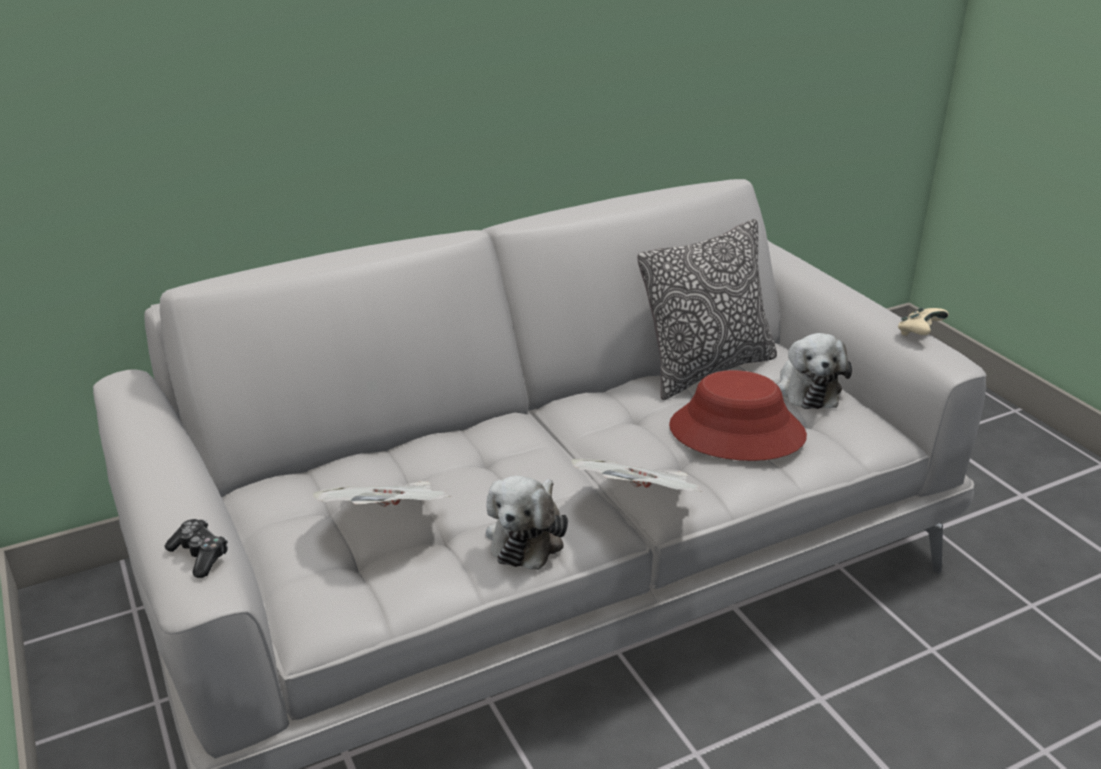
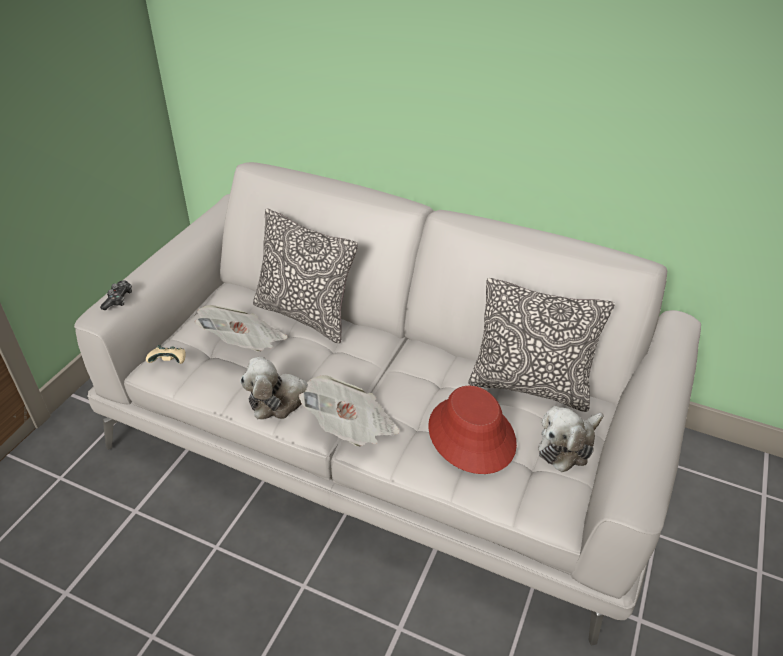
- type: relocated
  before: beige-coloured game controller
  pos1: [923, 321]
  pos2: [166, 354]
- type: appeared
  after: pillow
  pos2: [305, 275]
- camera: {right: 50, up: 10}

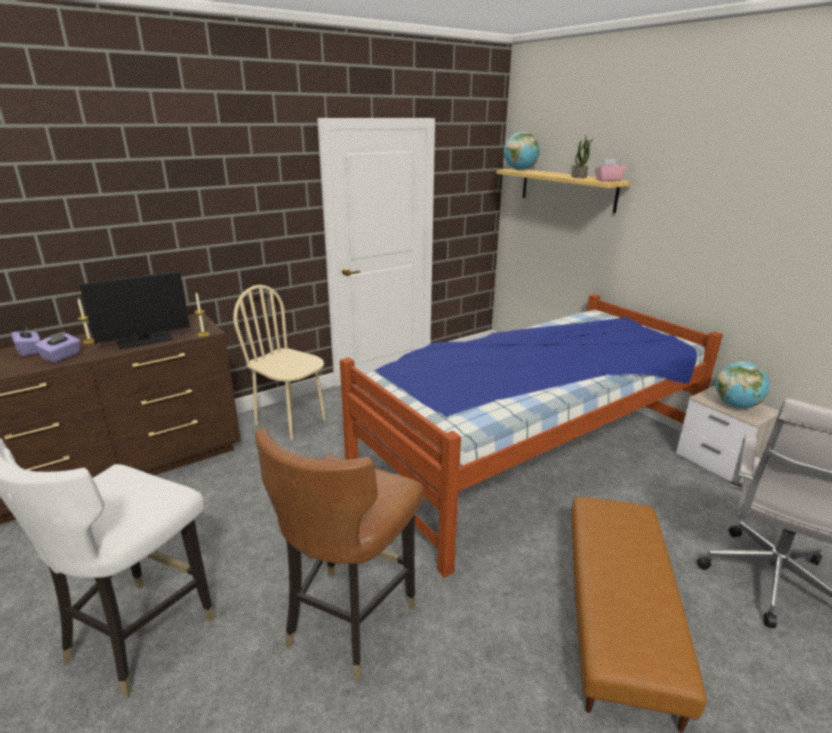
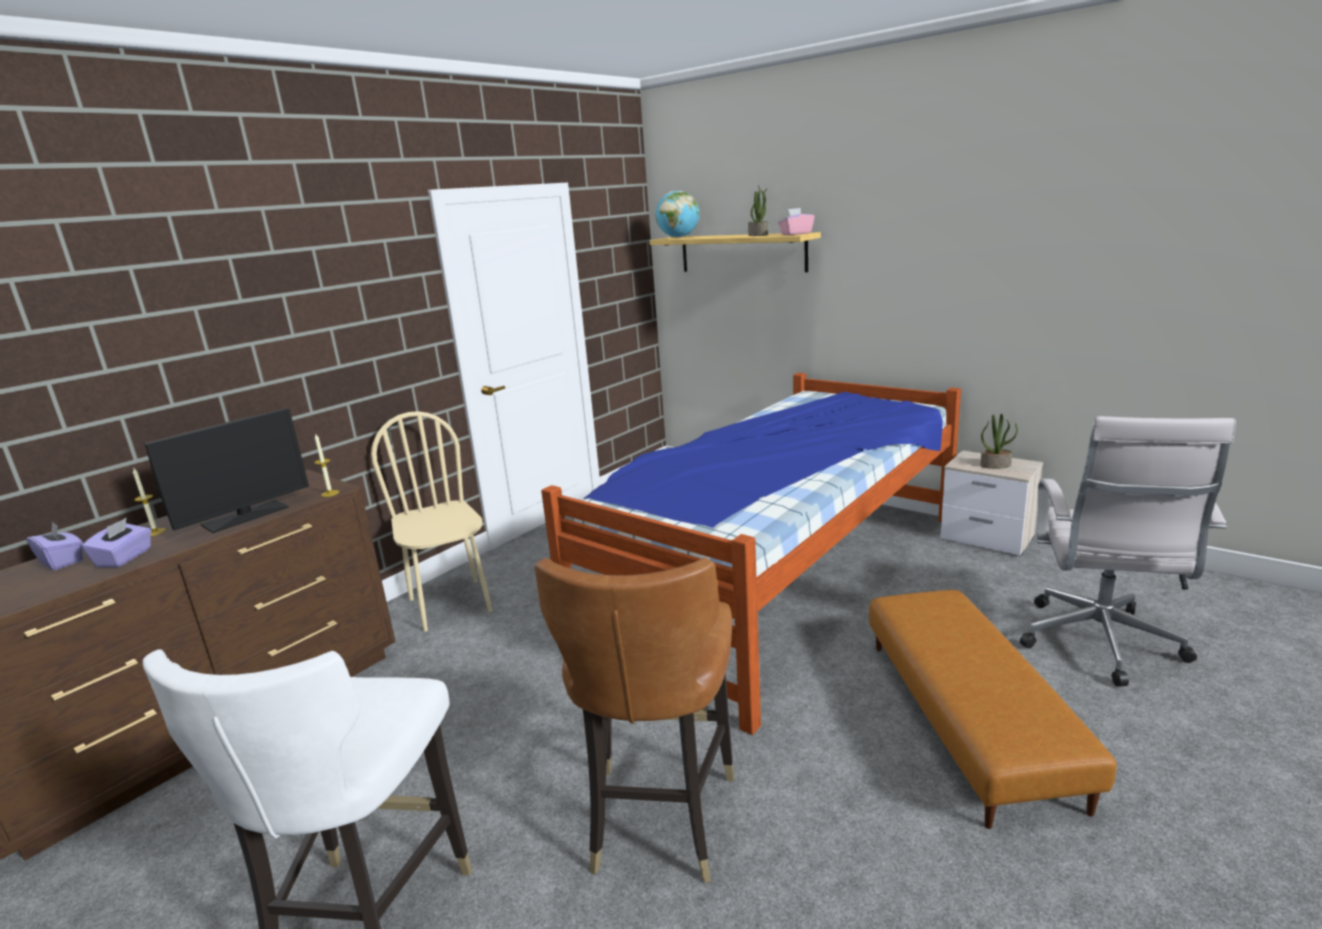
- type: spun
  before: beige-coloured plain chair
  pos1: [279, 362]
  pos2: [431, 521]
  turn: 45
- type: exchanged
  before: globe
  after: houseplant
  pos1: [743, 385]
  pos2: [999, 441]
- camera: {right: -15, up: -5}

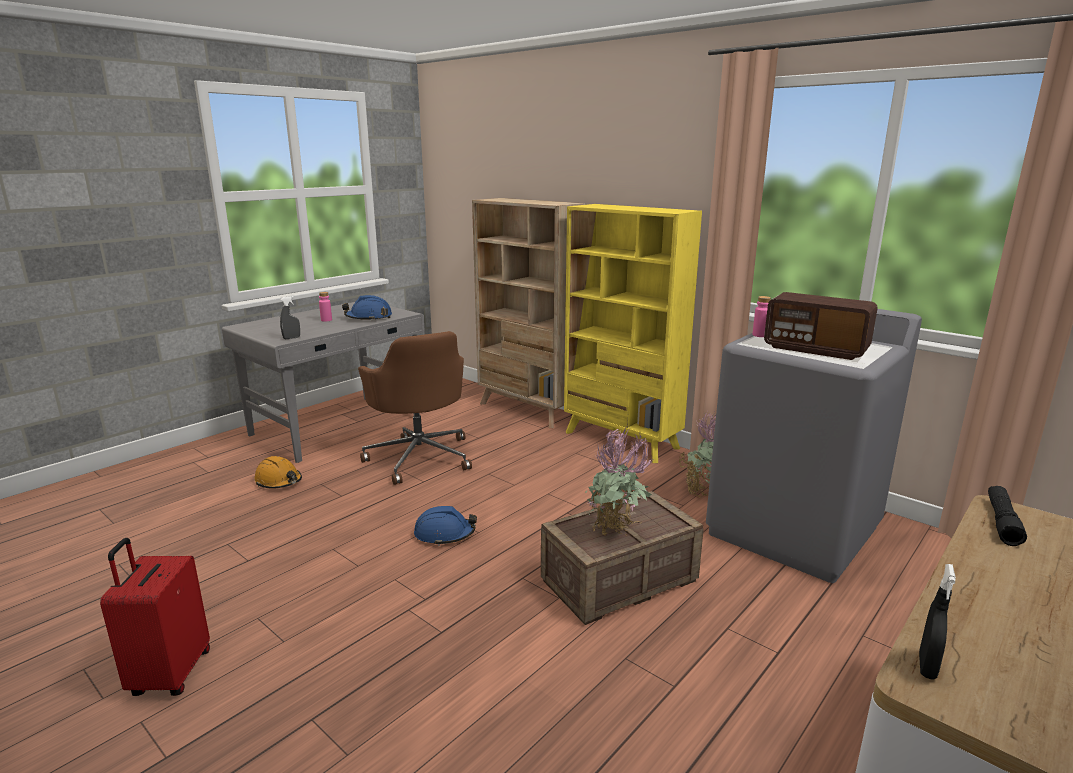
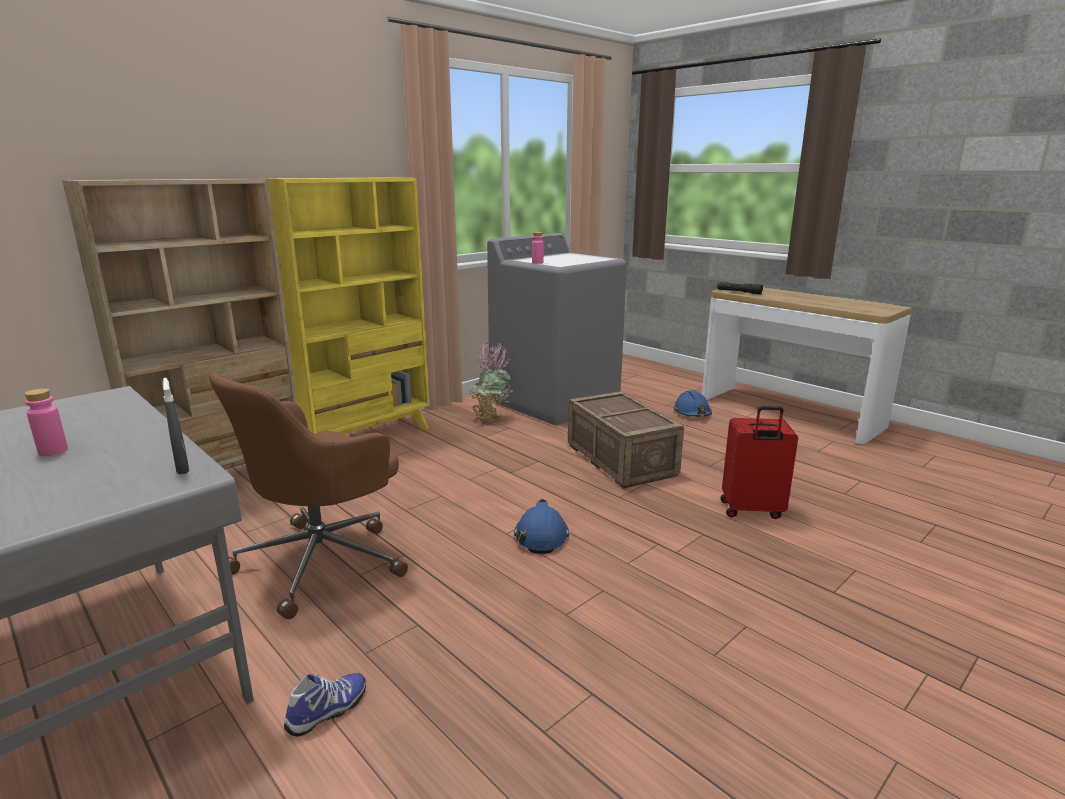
- type: missing
  before: radio set
  pos1: [821, 326]
- type: relocated
  before: blue-coloured safety helmet
  pos1: [367, 308]
  pos2: [693, 403]
- type: spun
  before: brown-coloured office chair
  pos1: [415, 408]
  pos2: [308, 495]
  turn: 150
- type: missing
  before: houseplant
  pos1: [619, 480]
- type: exchanged
  before: orange-coloured safety helmet
  after: shoe
  pos1: [278, 472]
  pos2: [325, 705]
- type: relocated
  before: red-coloured piece of luggage
  pos1: [155, 617]
  pos2: [759, 462]
- type: missing
  before: blackish sprayer
  pos1: [937, 622]
- camera: {right: -85, up: 0}

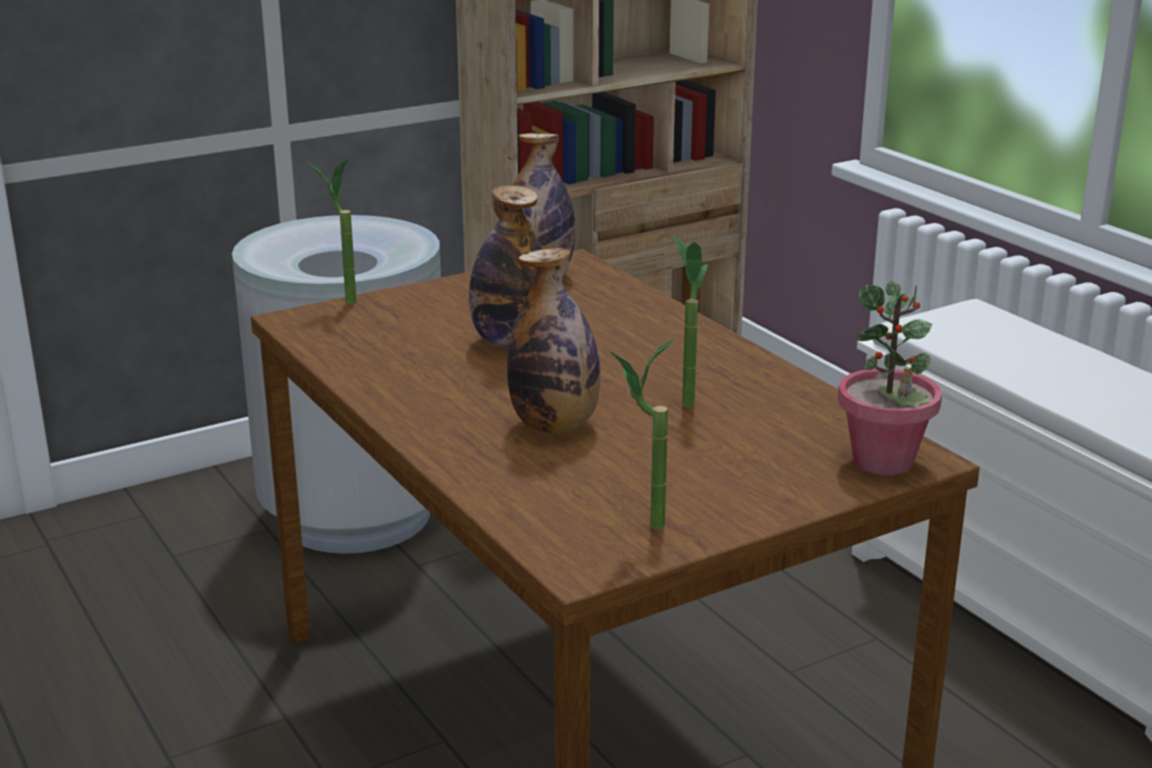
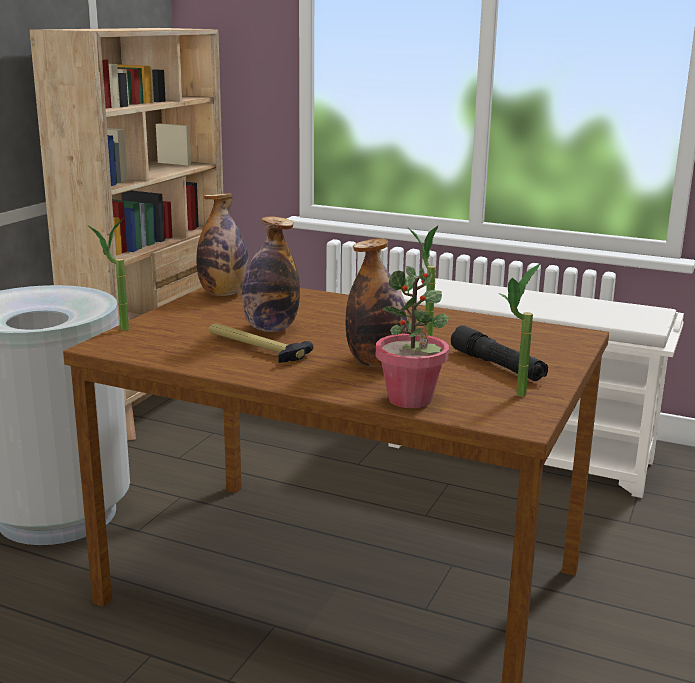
- type: relocated
  before: houseplant
  pos1: [890, 378]
  pos2: [412, 337]
- type: appeared
  after: hand hammer
  pos2: [261, 343]
- type: appeared
  after: blackish hand torch
  pos2: [499, 353]
- camera: {right: -35, up: -5}

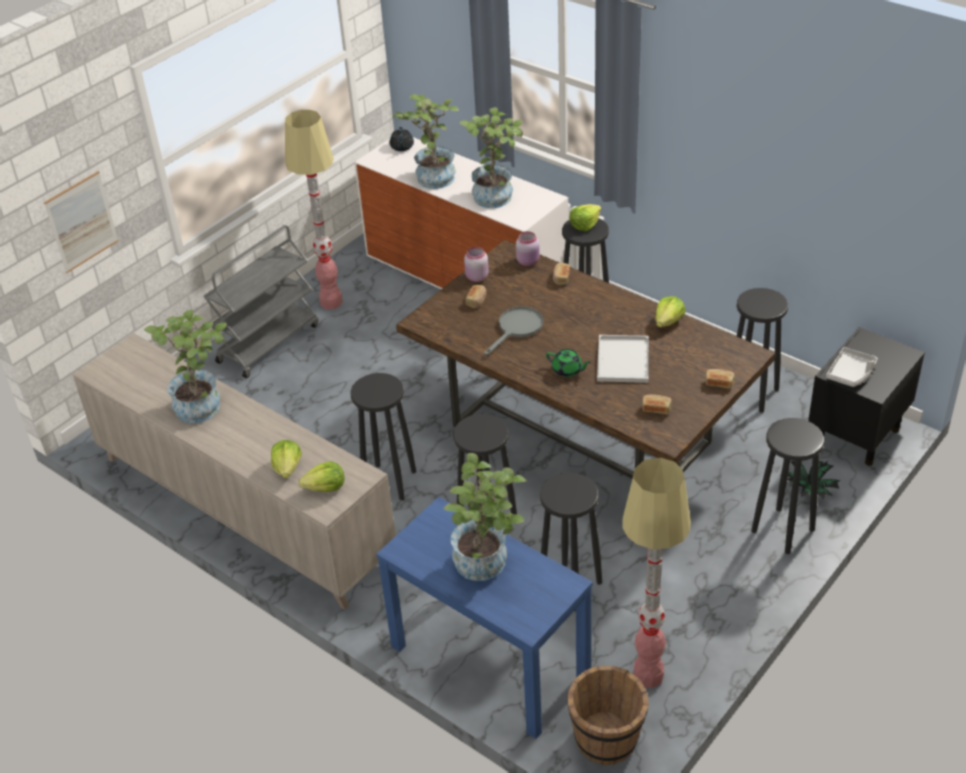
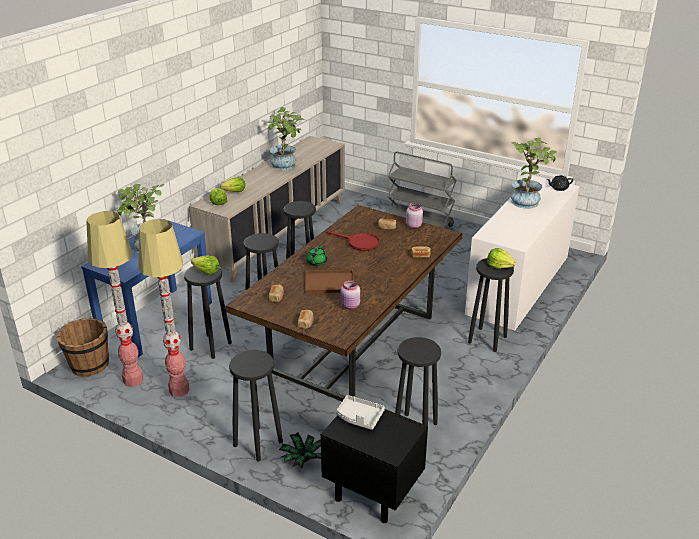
- type: missing
  before: houseplant
  pos1: [491, 157]
- type: relocated
  before: floor lamp
  pos1: [314, 210]
  pos2: [164, 308]
- type: missing
  before: wall picture
  pos1: [81, 222]
- type: relocated
  before: pink preserve jar
  pos1: [528, 248]
  pos2: [350, 294]
- type: relocated
  before: head of lettuce
  pos1: [670, 311]
  pos2: [205, 265]
- type: colour
  before: grey skillet
  after: red-coloured skillet
  pos1: [514, 331]
  pos2: [353, 241]
- type: colour
  before: whitish serving tray
  after: brown-coloured serving tray
  pos1: [623, 359]
  pos2: [329, 281]
- camera: {right: 80, up: -10}

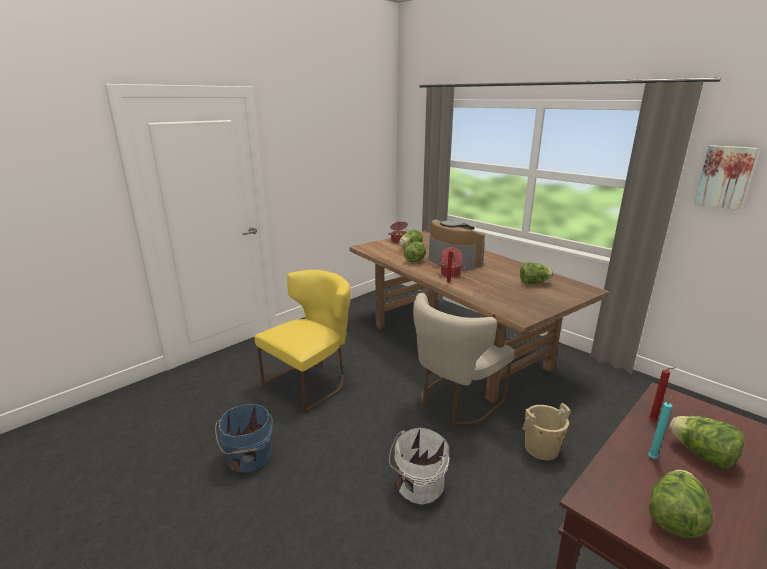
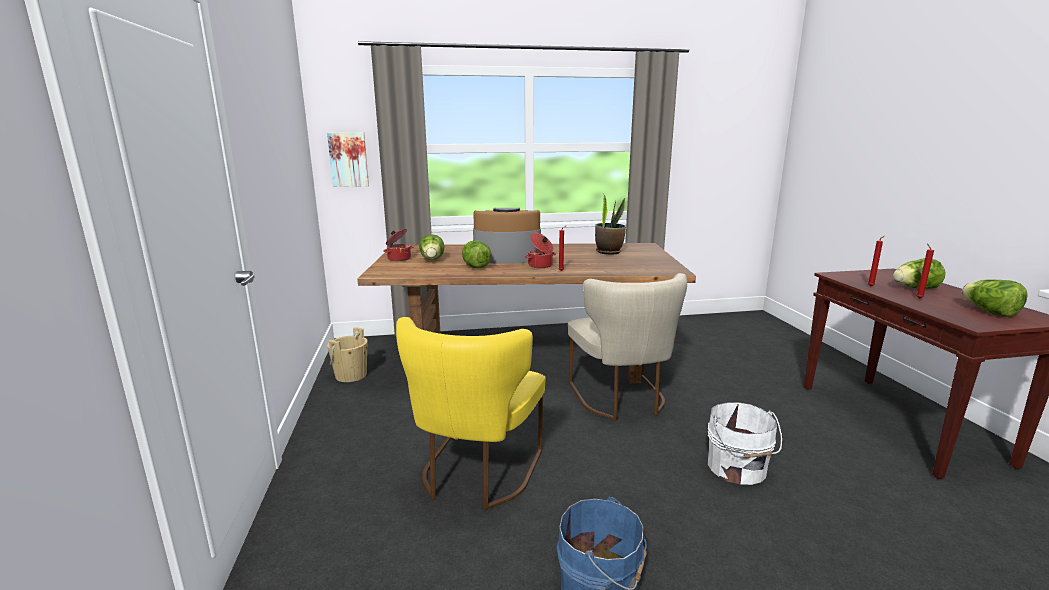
- type: relocated
  before: wall picture
  pos1: [726, 177]
  pos2: [348, 159]
- type: exchanged
  before: head of lettuce
  after: houseplant
  pos1: [536, 273]
  pos2: [610, 225]
- type: spun
  before: yellow plain chair
  pos1: [302, 341]
  pos2: [471, 413]
  turn: -150
- type: colour
  before: turquoise-coloured wax candle
  after: red-coloured wax candle
  pos1: [660, 427]
  pos2: [925, 271]
- type: relocated
  before: beige-coloured water bucket
  pos1: [546, 431]
  pos2: [347, 354]
- camera: {right: -55, up: -5}

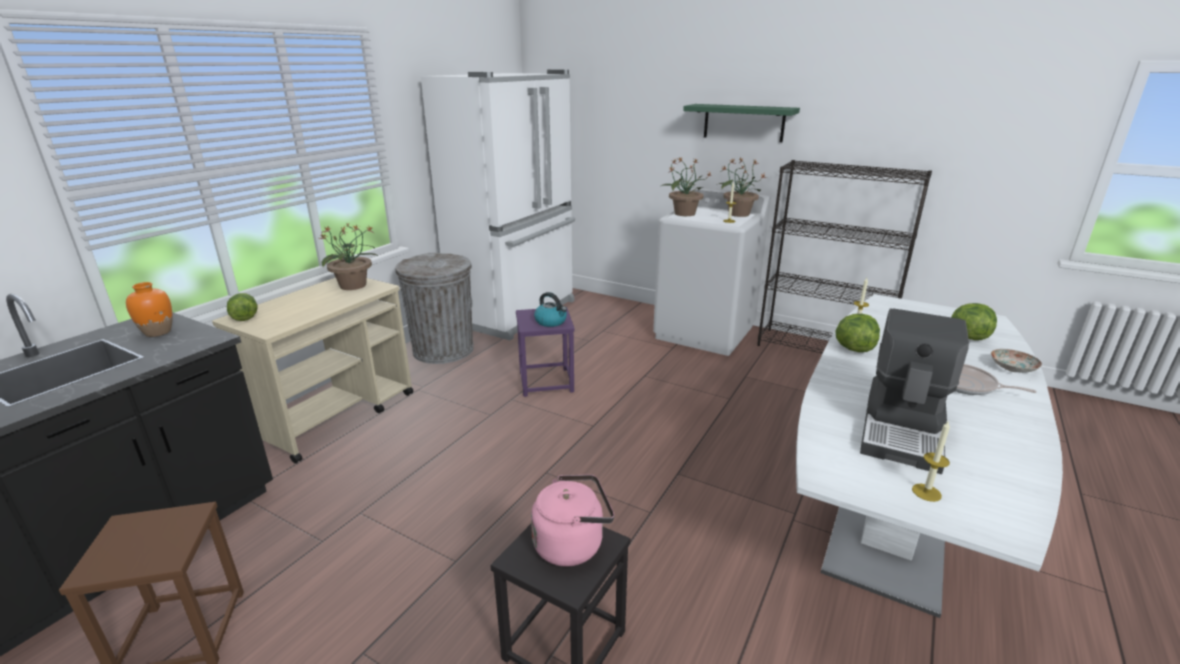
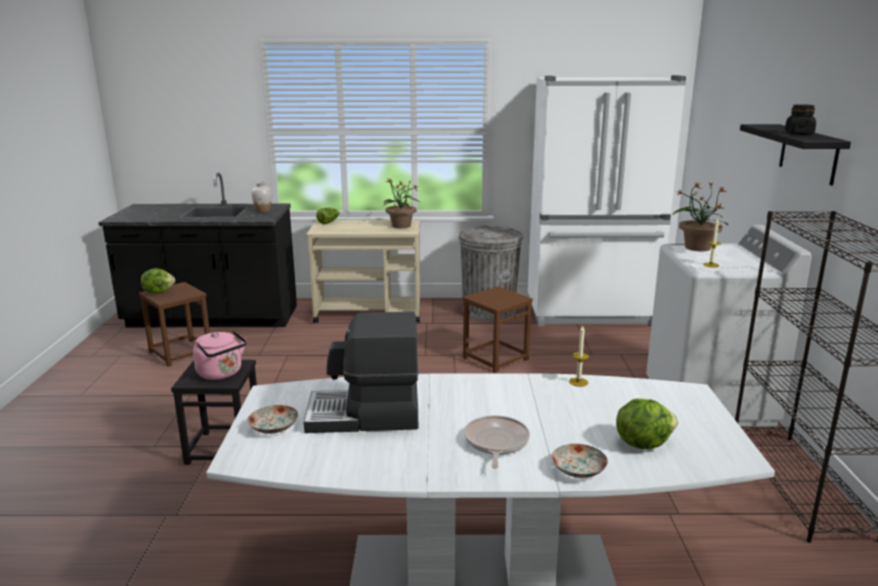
- type: colour
  before: greenish shelf
  after: blackish shelf
  pos1: [741, 123]
  pos2: [795, 155]
- type: missing
  before: houseplant
  pos1: [743, 187]
- type: colour
  before: orange-coloured decorative vase
  after: whitish decorative vase
  pos1: [149, 309]
  pos2: [261, 197]
- type: missing
  before: water kettle
  pos1: [550, 309]
- type: colour
  before: purplish stool seat
  after: brown-coloured stool seat
  pos1: [545, 352]
  pos2: [498, 329]
- type: relocated
  before: head of lettuce
  pos1: [857, 333]
  pos2: [158, 281]
- type: exchanged
  before: wax candle
  after: dinner plate
  pos1: [931, 461]
  pos2: [273, 419]
- type: appeared
  after: blackish preserve jar
  pos2: [800, 119]
- camera: {right: 60, up: -5}

